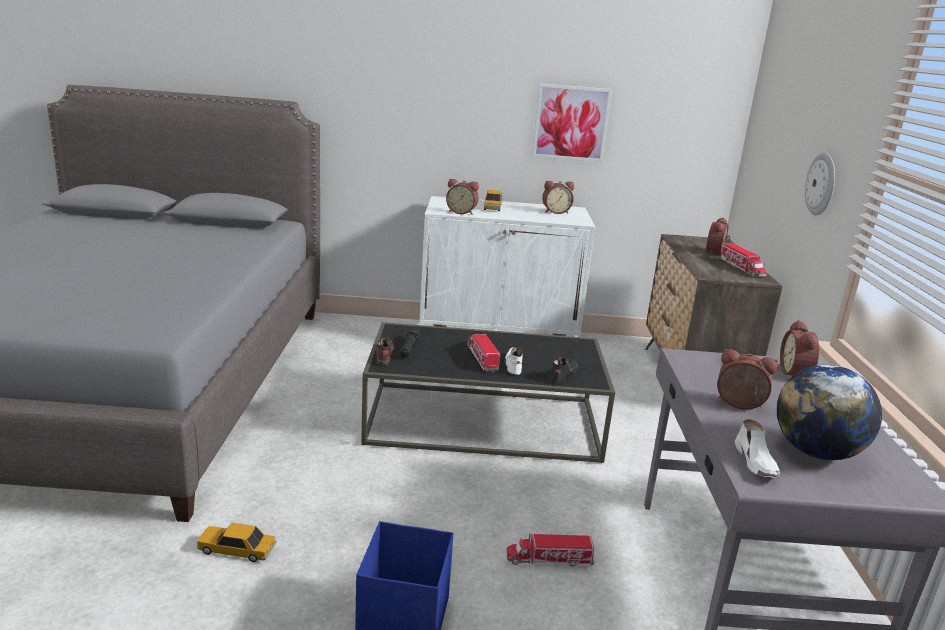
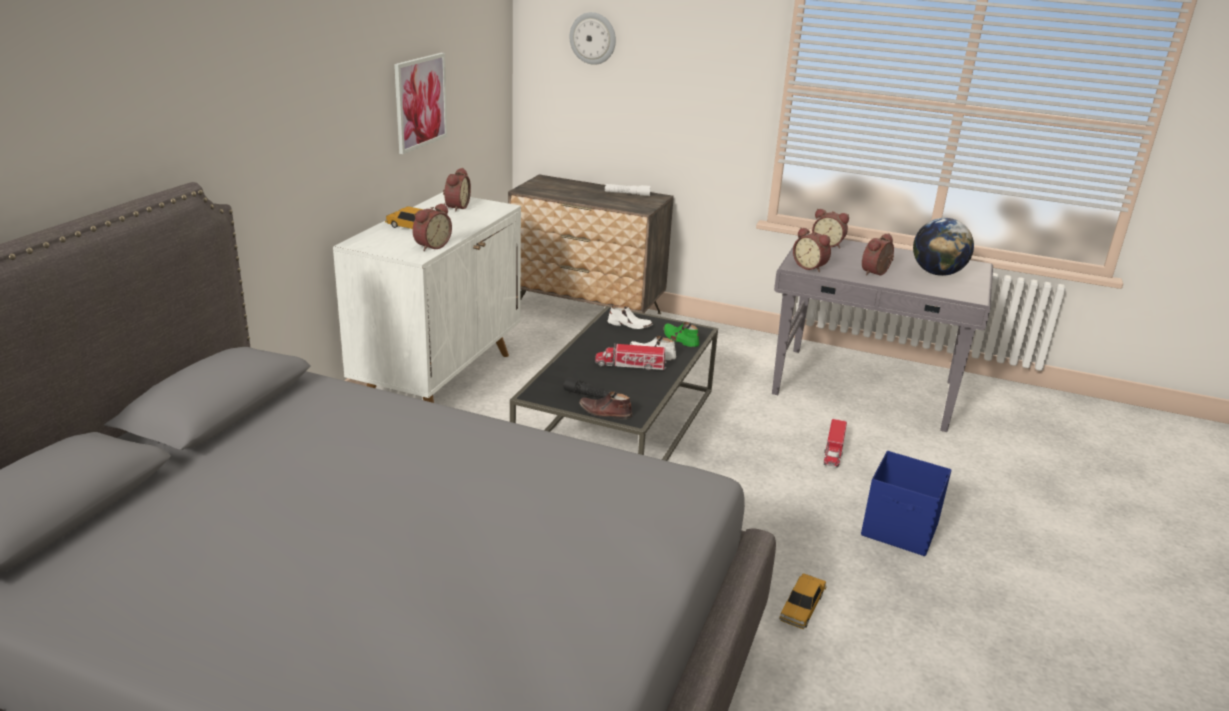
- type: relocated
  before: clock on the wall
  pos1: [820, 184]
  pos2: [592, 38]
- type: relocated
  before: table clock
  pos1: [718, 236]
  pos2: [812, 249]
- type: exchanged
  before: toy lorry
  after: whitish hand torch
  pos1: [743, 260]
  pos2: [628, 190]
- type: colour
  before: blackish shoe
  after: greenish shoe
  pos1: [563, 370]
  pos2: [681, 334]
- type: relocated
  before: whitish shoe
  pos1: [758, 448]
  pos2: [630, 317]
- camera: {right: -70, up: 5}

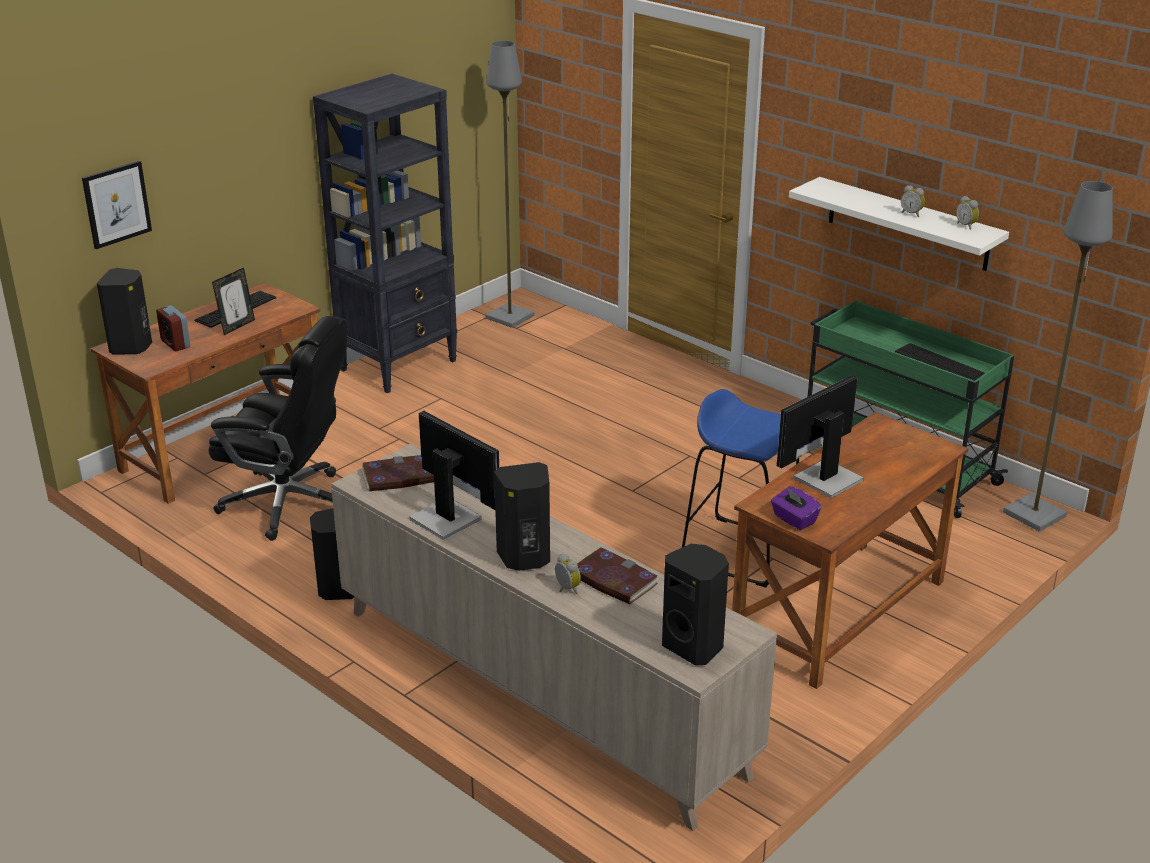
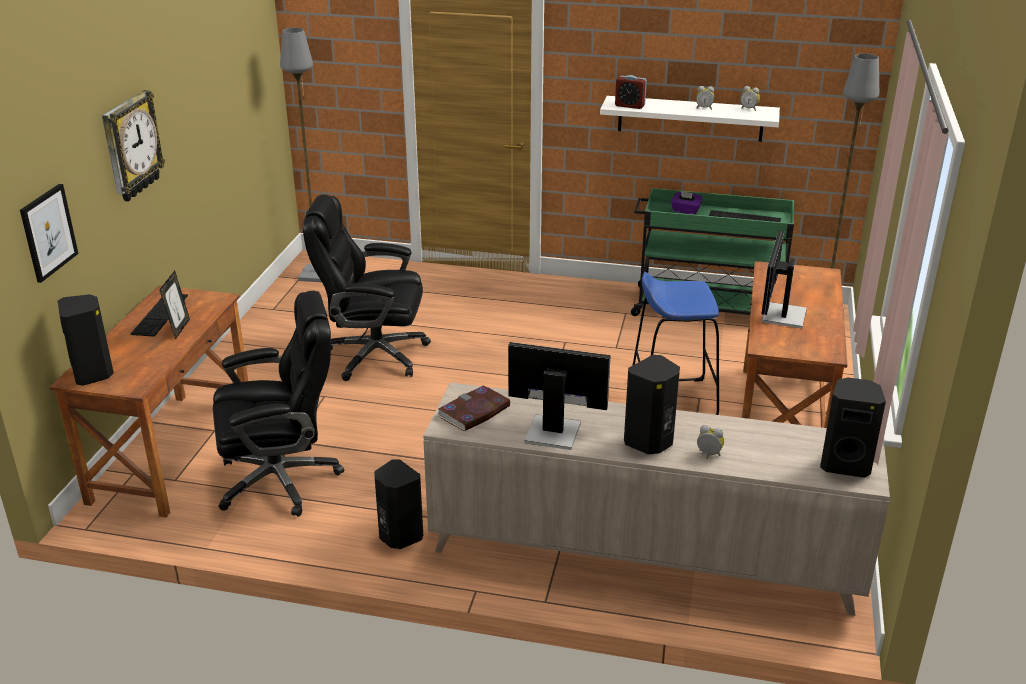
- type: missing
  before: blackish shelving unit
  pos1: [385, 233]
- type: relocated
  before: table clock
  pos1: [173, 328]
  pos2: [631, 92]
- type: relocated
  before: purplish tissue box
  pos1: [796, 508]
  pos2: [687, 203]
- type: missing
  before: book
  pos1: [618, 575]
- type: appeared
  after: clock on the wall
  pos2: [133, 145]
- type: appeared
  after: blackish office chair
  pos2: [366, 287]
- camera: {right: -30, up: 0}

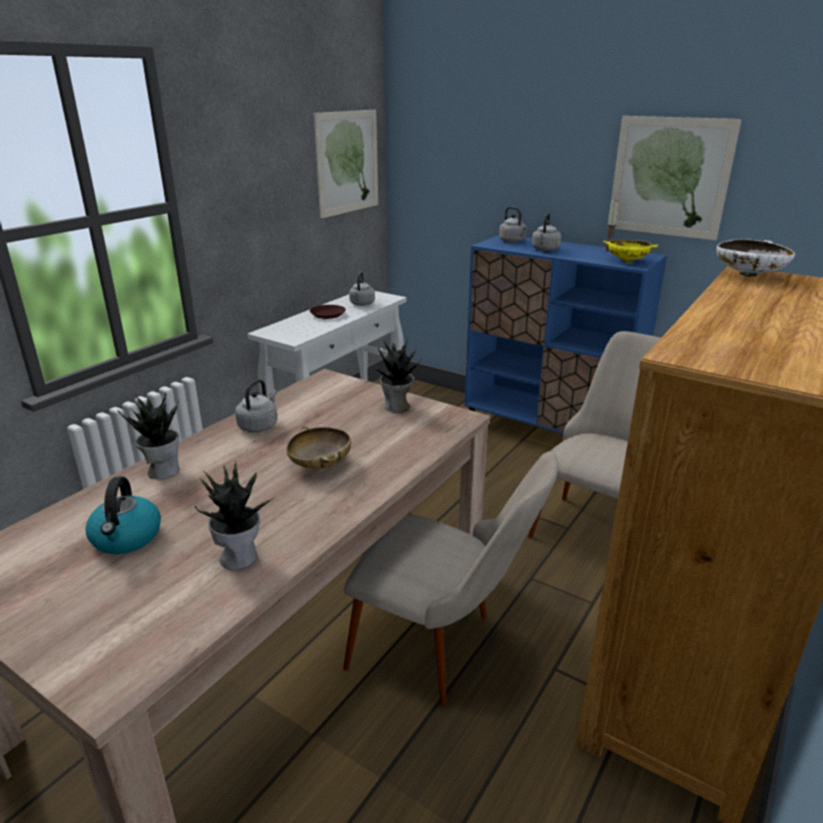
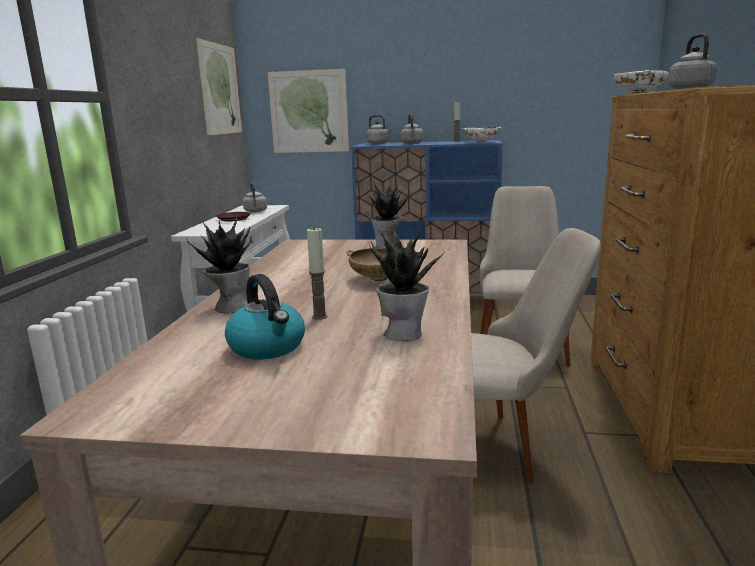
- type: relocated
  before: wall picture
  pos1: [676, 178]
  pos2: [308, 111]
- type: colour
  before: yellow deep dish
  after: whitish deep dish
  pos1: [630, 251]
  pos2: [481, 134]
- type: relocated
  before: grey water kettle
  pos1: [256, 405]
  pos2: [692, 61]
- type: appeared
  after: wax candle
  pos2: [317, 273]
- camera: {right: -25, up: -10}

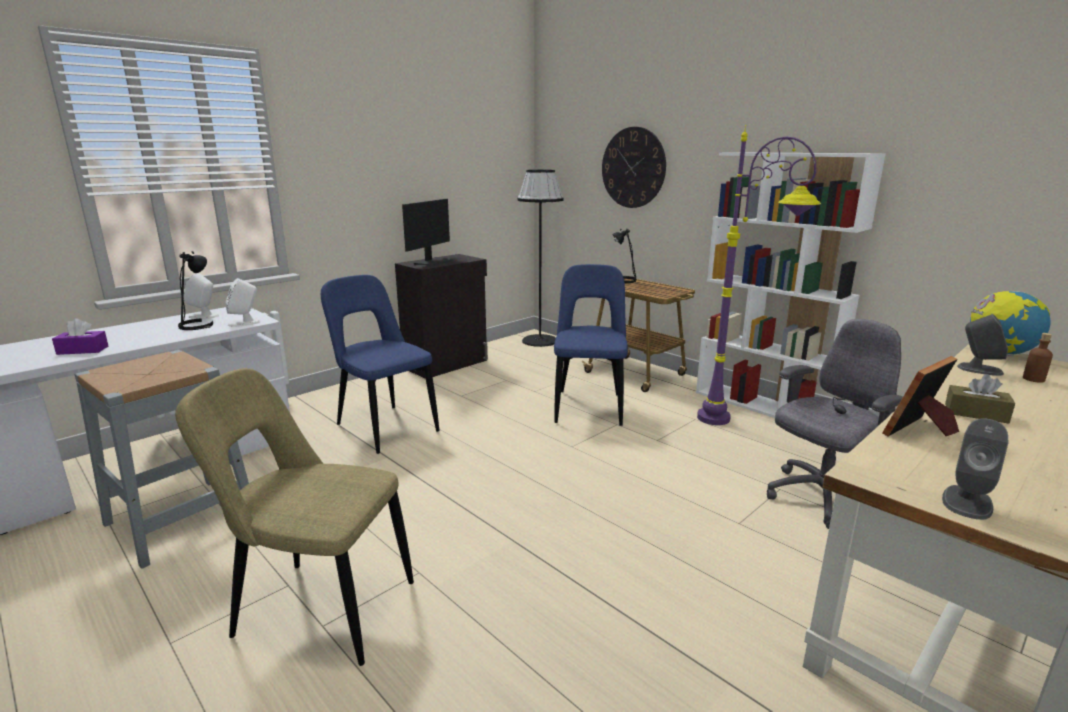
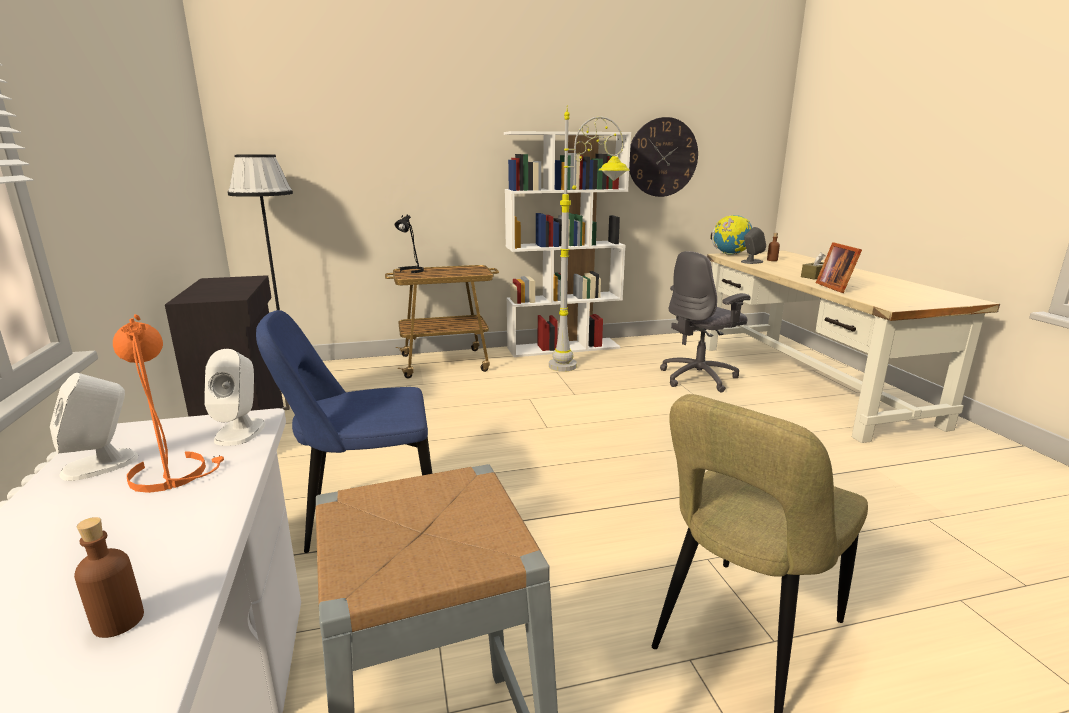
- type: colour
  before: purplish floor lamp
  after: grey floor lamp
  pos1: [759, 275]
  pos2: [589, 240]
- type: relocated
  before: clock on the wall
  pos1: [634, 167]
  pos2: [663, 157]
- type: missing
  before: monitor
  pos1: [428, 233]
- type: colour
  before: blackish tabletop lamp
  after: orange-coloured tabletop lamp
  pos1: [195, 290]
  pos2: [168, 403]
- type: missing
  before: blue-coloured plain chair
  pos1: [591, 345]
- type: exchanged
  before: purplish tissue box
  after: brown-coloured bottle
  pos1: [80, 336]
  pos2: [109, 577]
- type: spun
  before: grey office chair
  pos1: [835, 424]
  pos2: [705, 322]
  turn: -120
- type: missing
  before: grey speaker
  pos1: [975, 469]
- camera: {right: -60, up: 0}

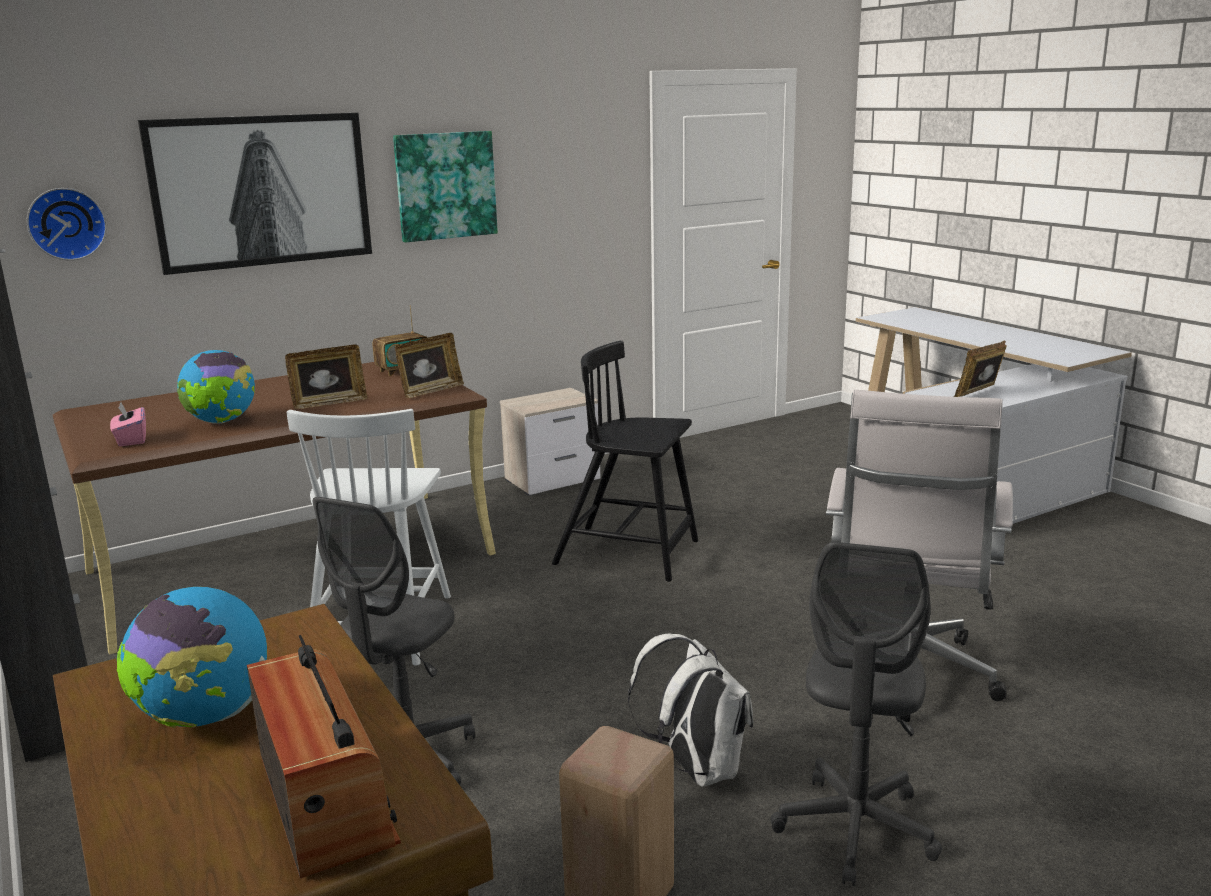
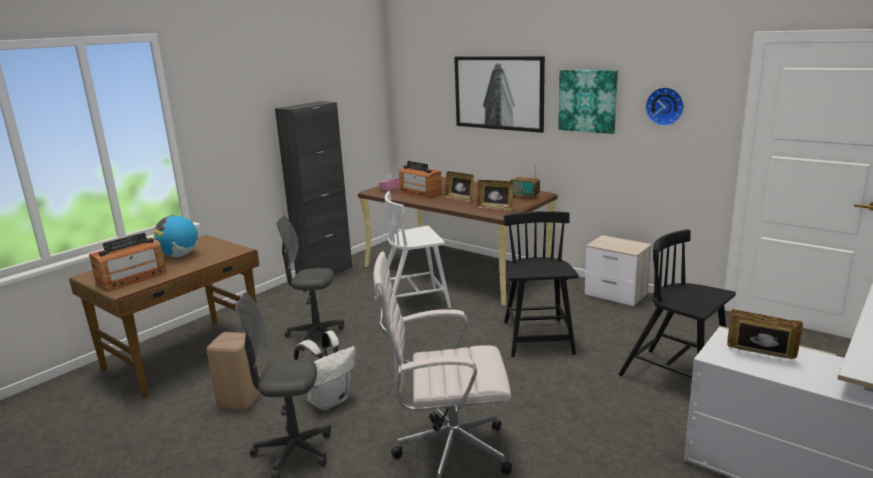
- type: relocated
  before: clock on the wall
  pos1: [67, 224]
  pos2: [664, 106]
- type: exchanged
  before: globe
  after: radio set
  pos1: [216, 387]
  pos2: [420, 179]
- type: appeared
  after: blackish plain chair
  pos2: [677, 303]
- camera: {right: 70, up: 0}

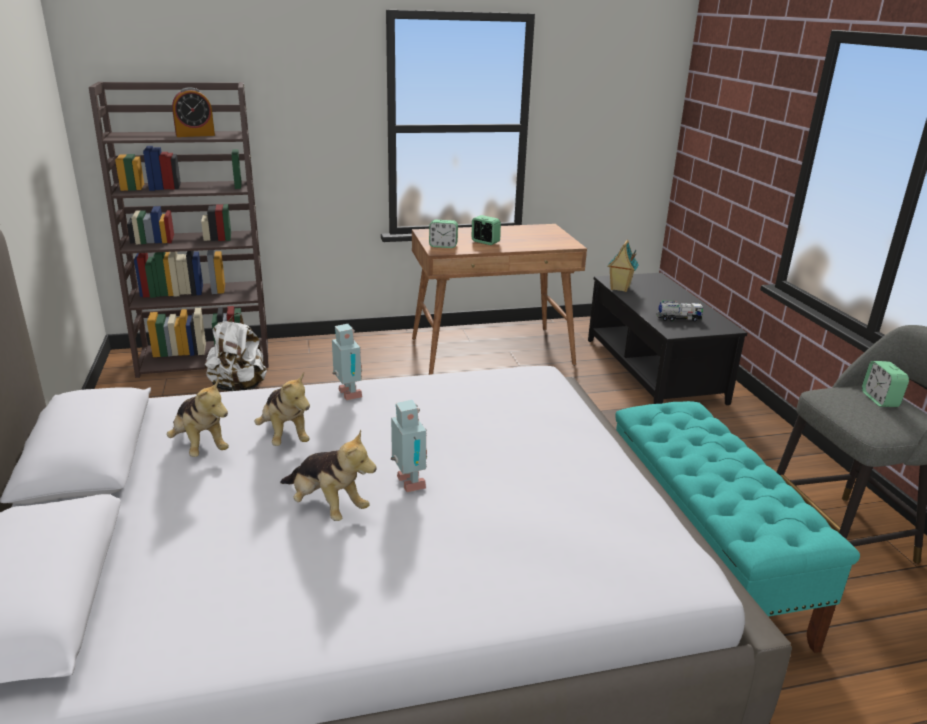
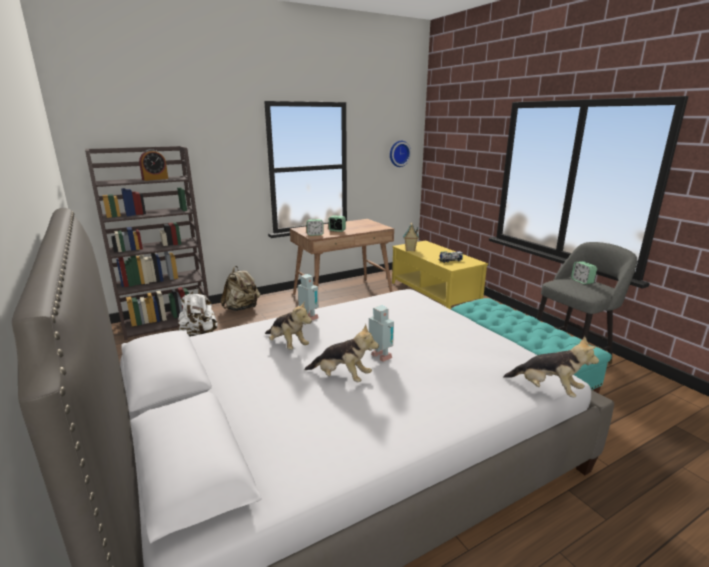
- type: colour
  before: blackish lounge table
  after: yellow lounge table
  pos1: [667, 339]
  pos2: [440, 275]
- type: relocated
  before: cuddly toy
  pos1: [198, 417]
  pos2: [551, 367]
- type: appeared
  after: clock on the wall
  pos2: [400, 154]
- type: appeared
  after: beige-coloured knapsack
  pos2: [240, 288]
- camera: {right: -15, up: -5}

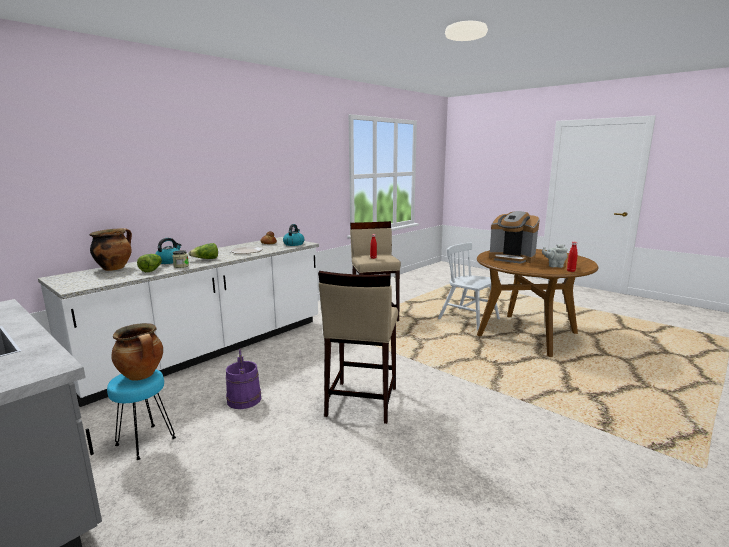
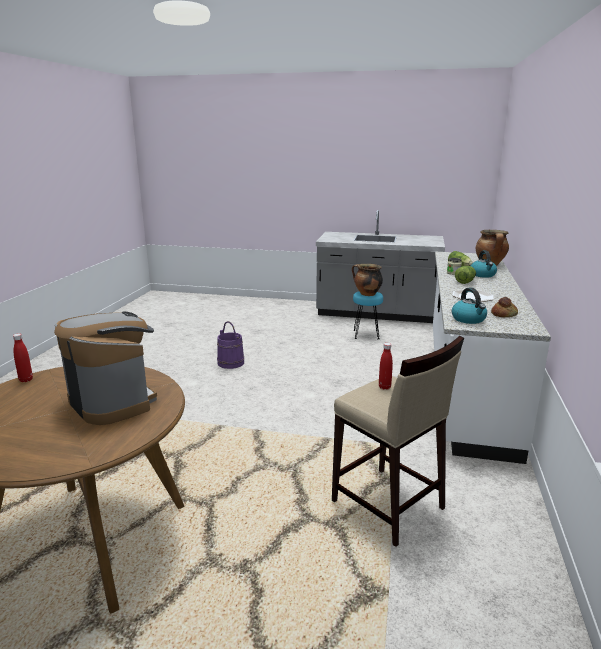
- type: spun
  before: coffee machine
  pos1: [514, 237]
  pos2: [105, 368]
  turn: 45
- type: missing
  before: whitish plain chair
  pos1: [469, 287]
- type: missing
  before: grey pot for tea
  pos1: [555, 256]
- type: missing
  before: beige-coloured stool seat
  pos1: [358, 347]
- type: relocated
  before: purplish water bucket
  pos1: [244, 378]
  pos2: [230, 345]
- camera: {right: 150, up: 5}

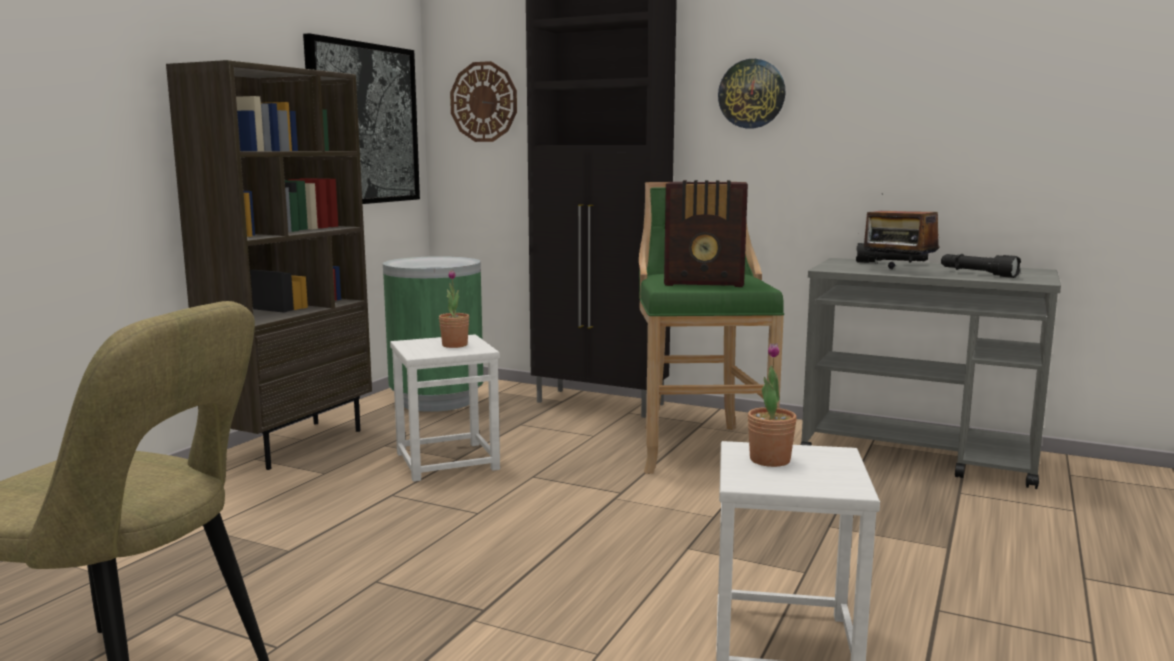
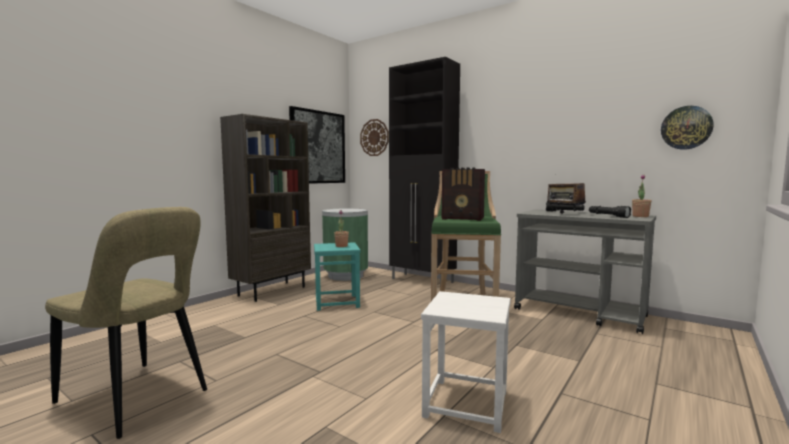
- type: relocated
  before: clock on the wall
  pos1: [751, 94]
  pos2: [687, 128]
- type: colour
  before: whitish stool seat
  after: turquoise-coloured stool seat
  pos1: [445, 408]
  pos2: [337, 276]
- type: relocated
  before: houseplant
  pos1: [772, 405]
  pos2: [642, 196]
- camera: {right: 10, up: -5}

